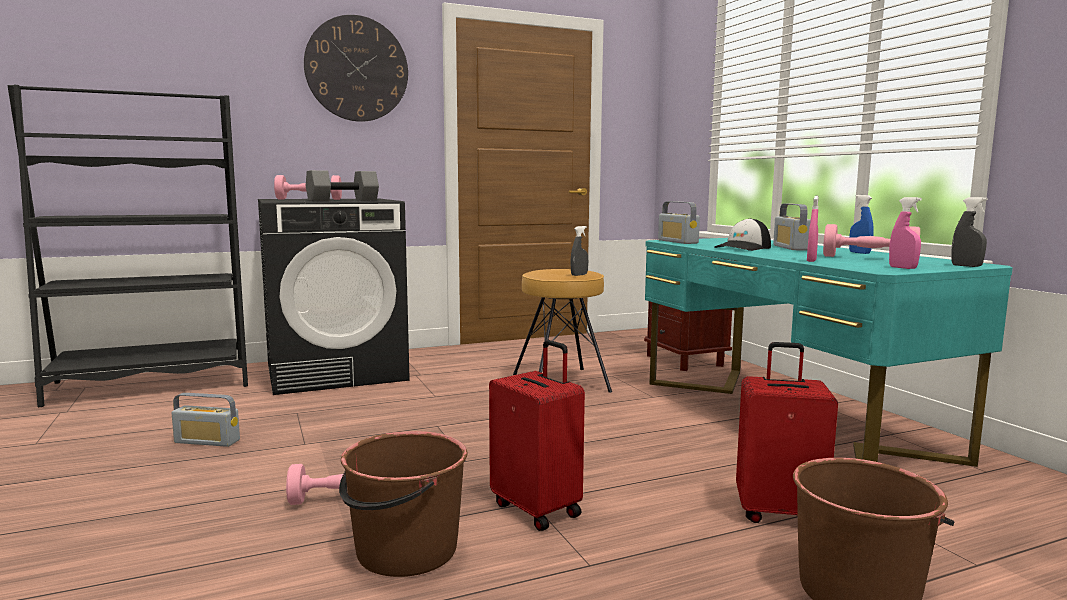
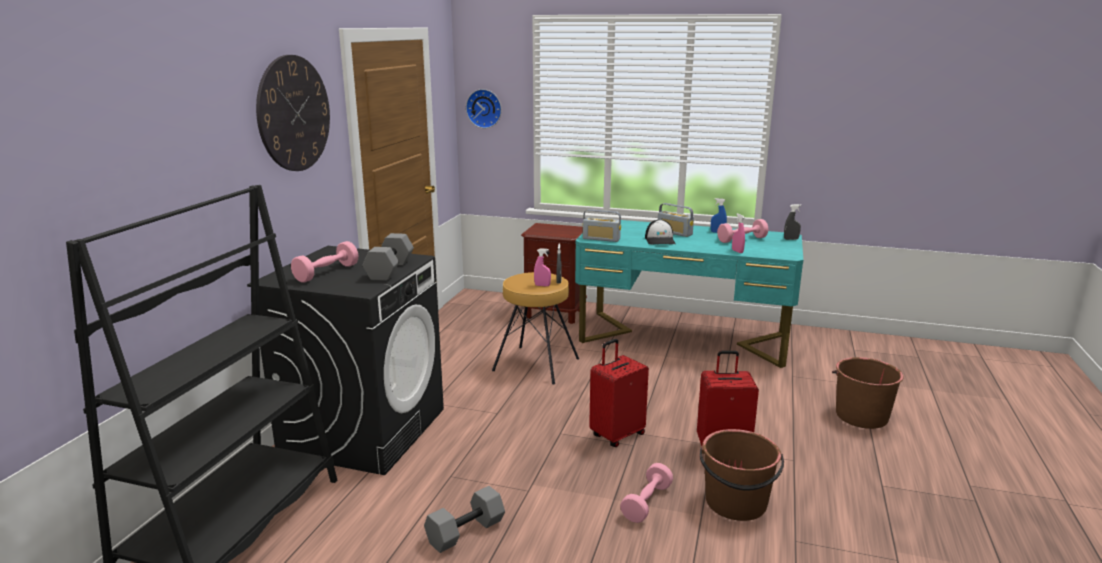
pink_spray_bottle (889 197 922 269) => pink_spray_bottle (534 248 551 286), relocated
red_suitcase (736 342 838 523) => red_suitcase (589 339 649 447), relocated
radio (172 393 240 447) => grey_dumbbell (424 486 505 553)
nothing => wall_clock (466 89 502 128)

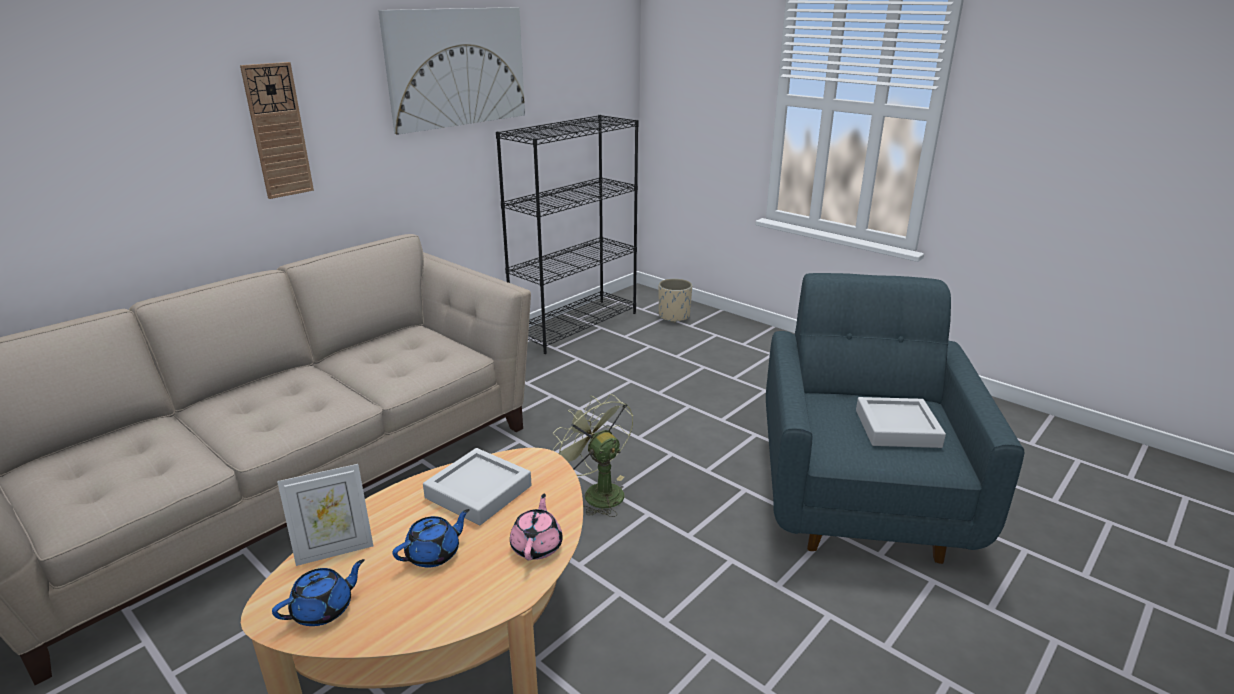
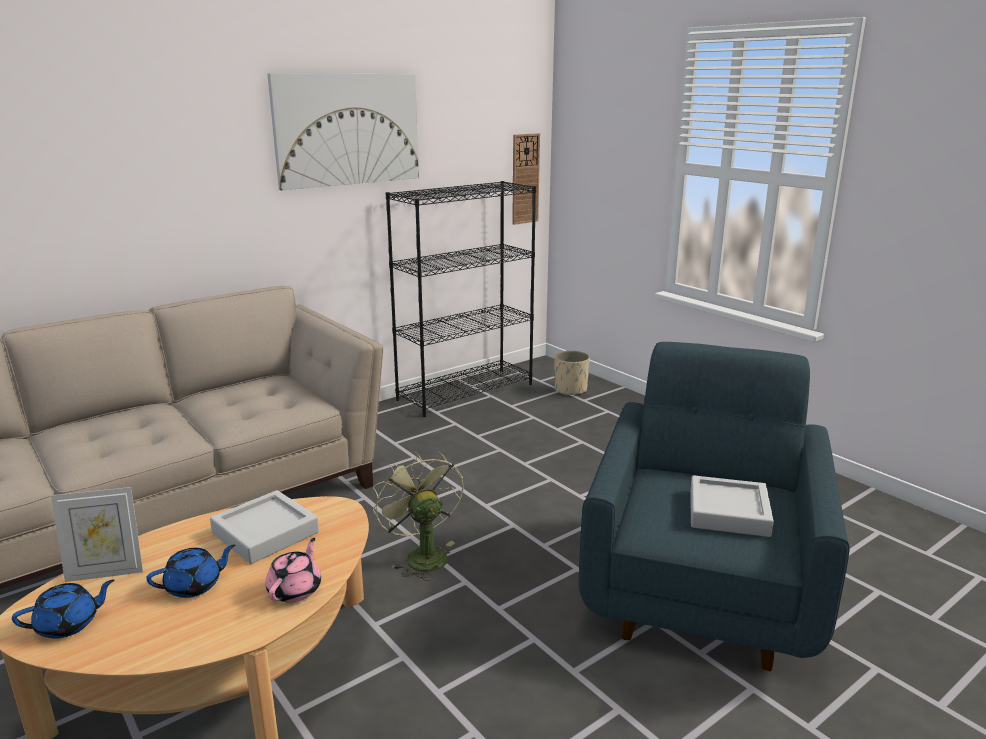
wall_clock (240 62 314 199) => wall_clock (512 133 540 225), relocated

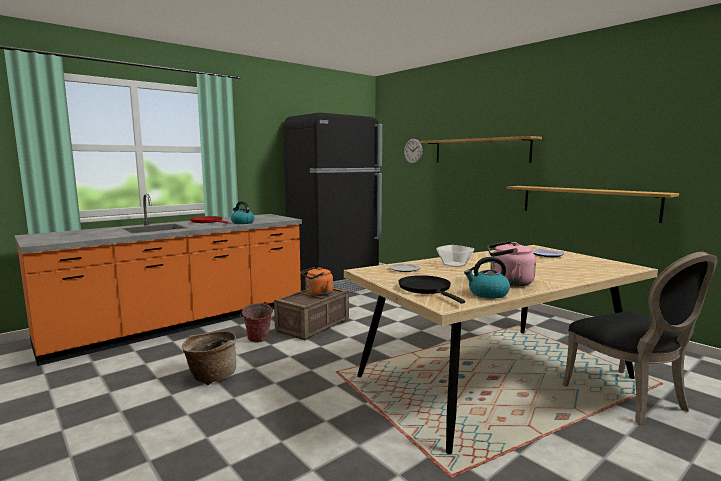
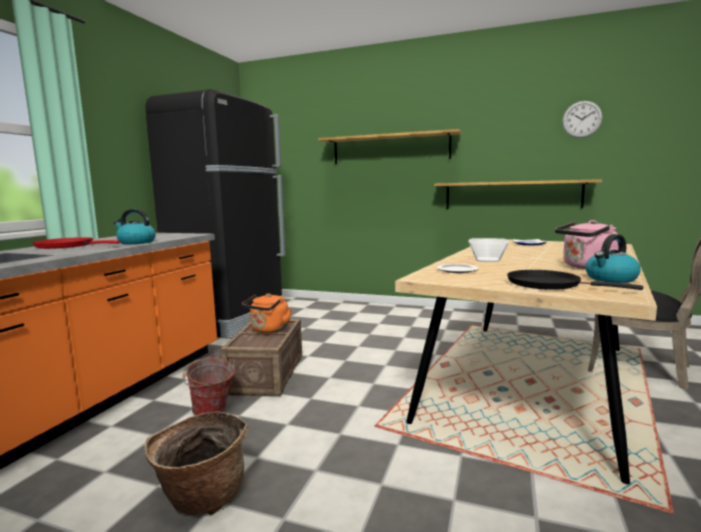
wall_clock (404 139 423 164) => wall_clock (562 101 602 138), relocated

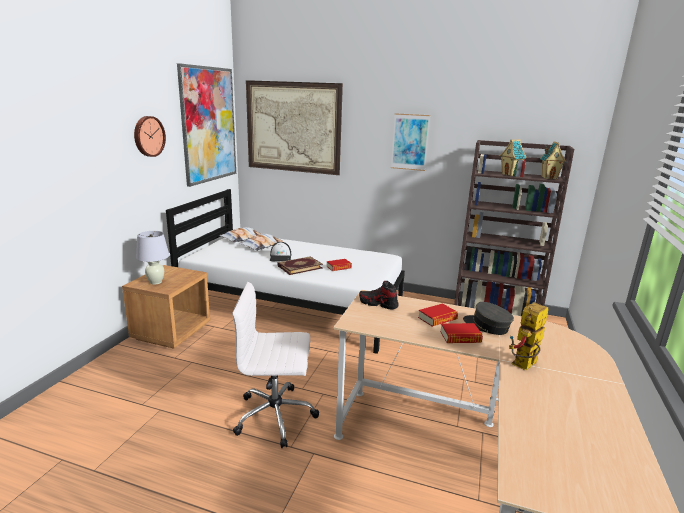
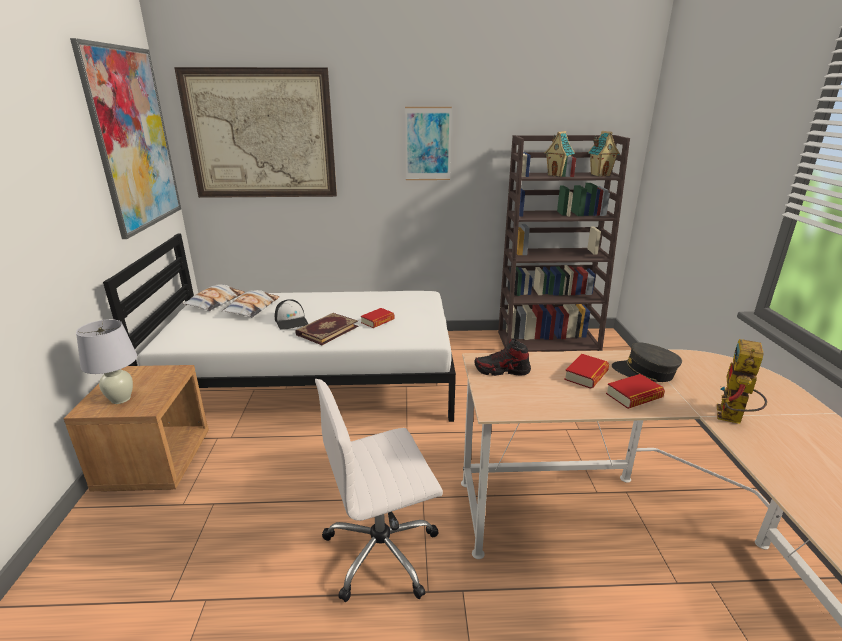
wall_clock (134 116 166 157) => nothing

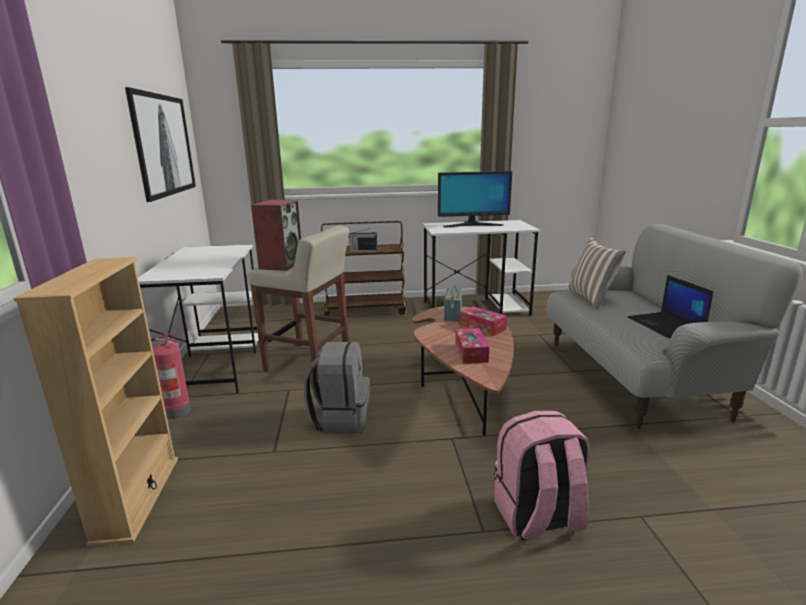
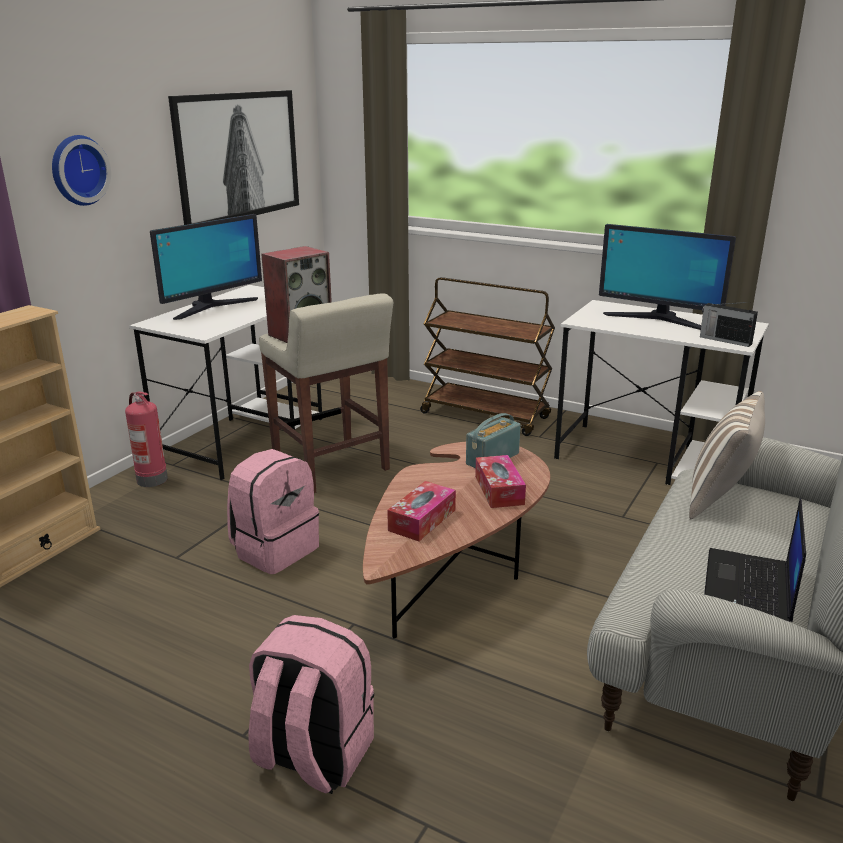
radio (348 228 377 252) => radio (700 302 758 347), relocated
grey_backpack (304 342 370 434) => pink_backpack (227 449 319 574)
nothing => wall_clock (52 135 111 206)
nothing => monitor (150 214 262 320)

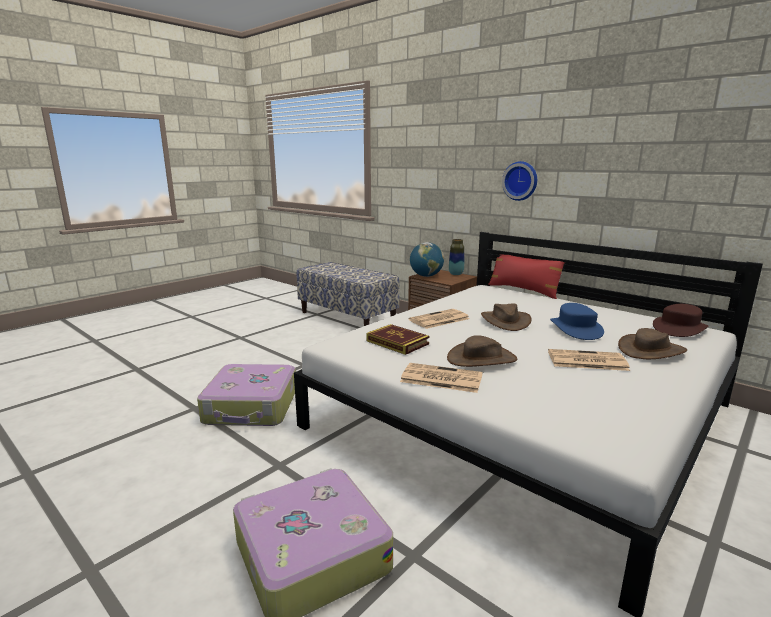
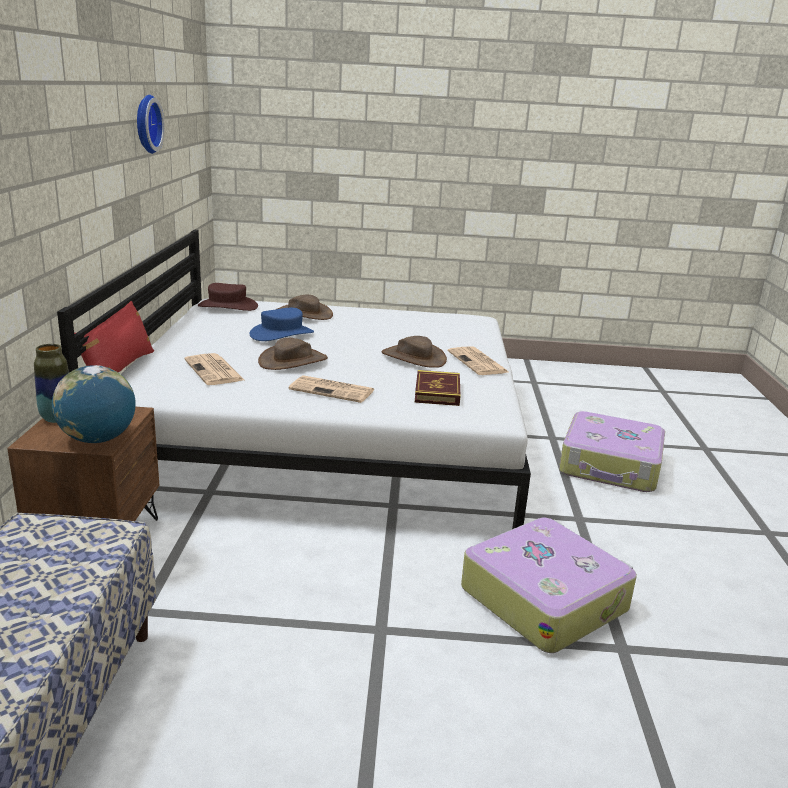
wall_clock (502 161 537 201) => wall_clock (137 95 165 154), relocated
newspaper (548 349 630 371) => newspaper (184 353 244 385), relocated

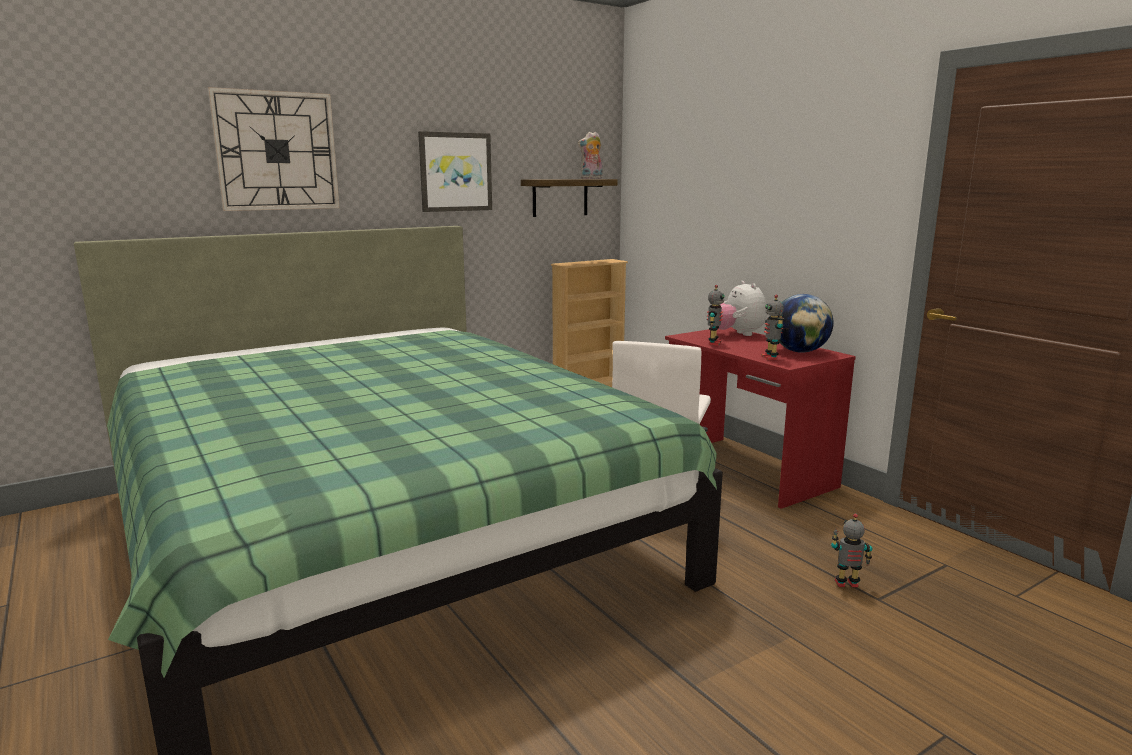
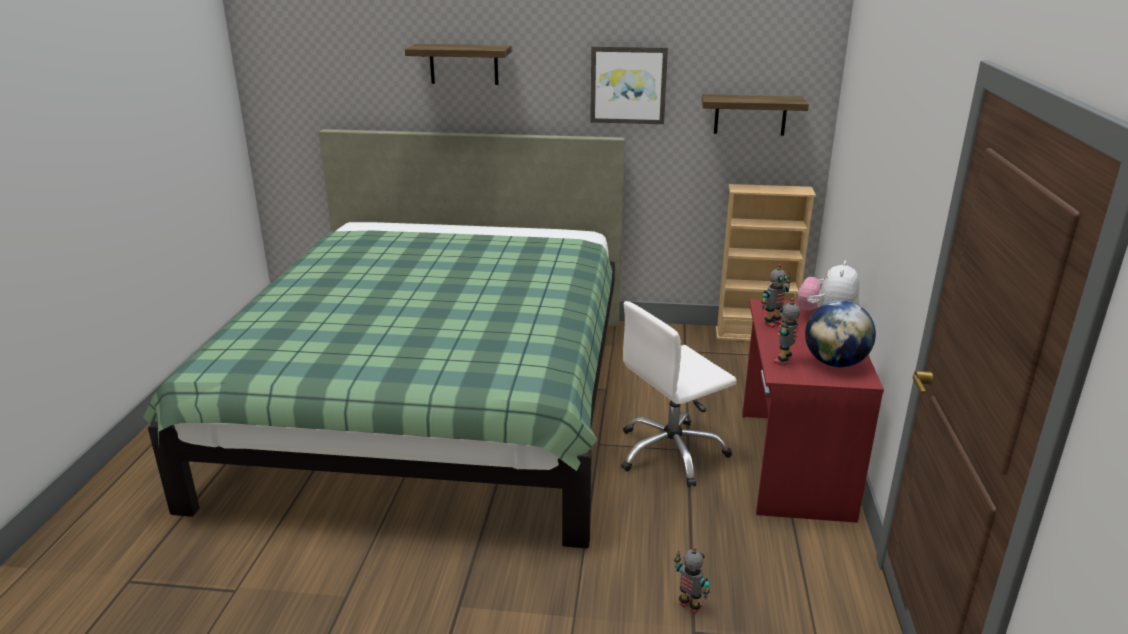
wall_clock (208 87 339 211) => shelf (405 44 512 85)
plush_toy (578 132 603 179) => nothing

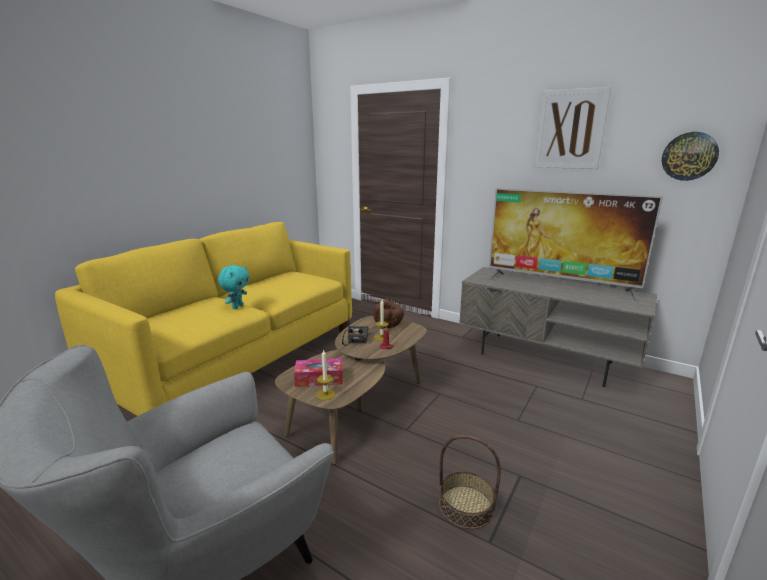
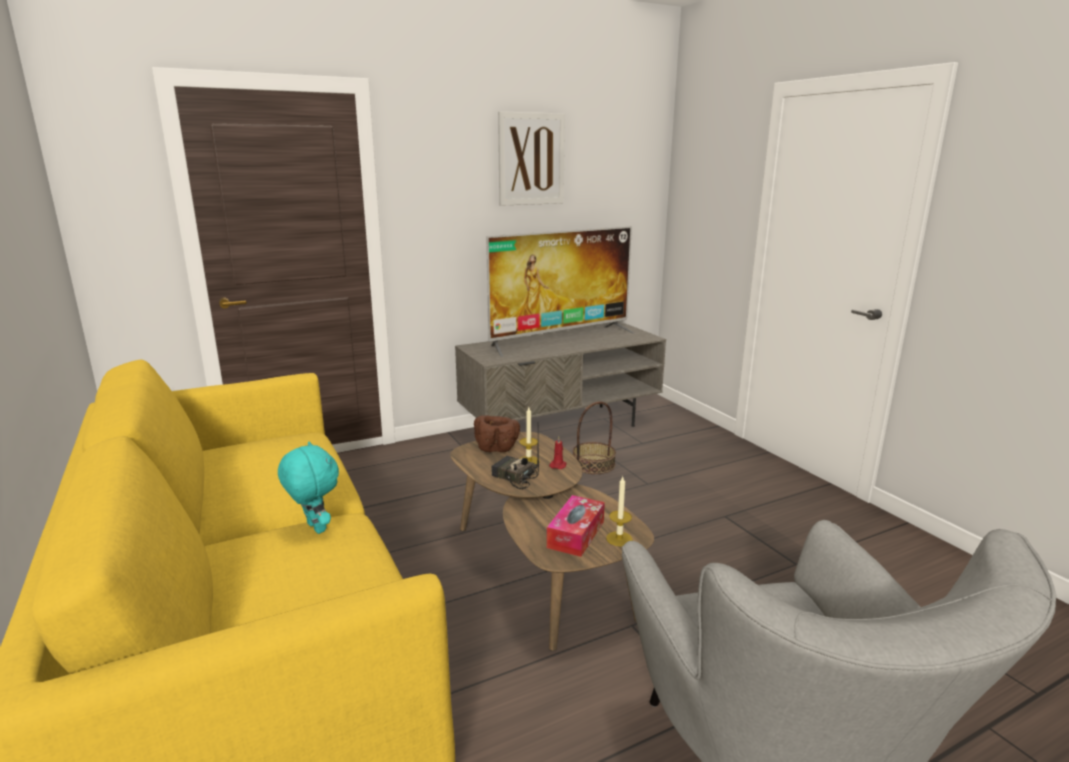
wall_clock (662 132 719 181) => nothing
basket (439 435 501 529) => basket (573 401 616 474), relocated

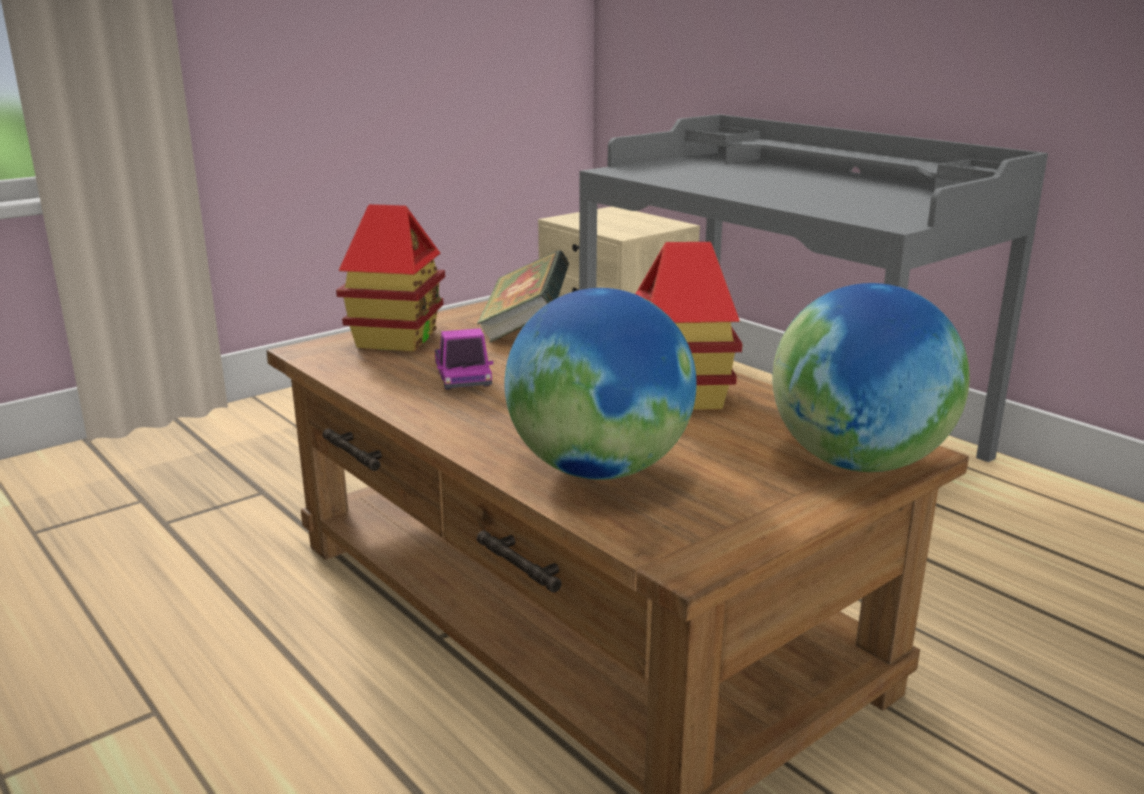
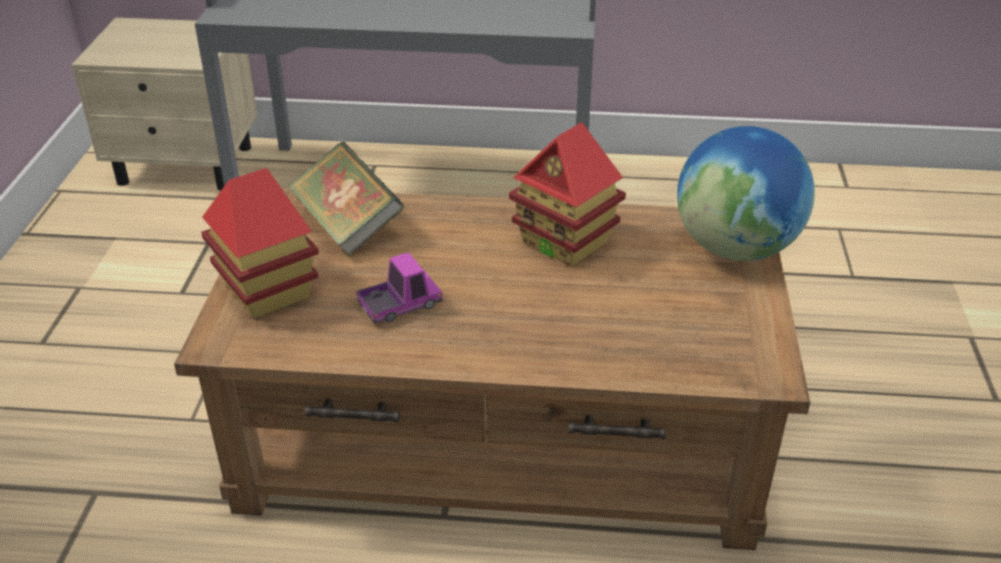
globe (505 288 697 480) => nothing
toy_truck (435 328 493 390) => toy_truck (356 252 442 324), 60 degrees counterclockwise

